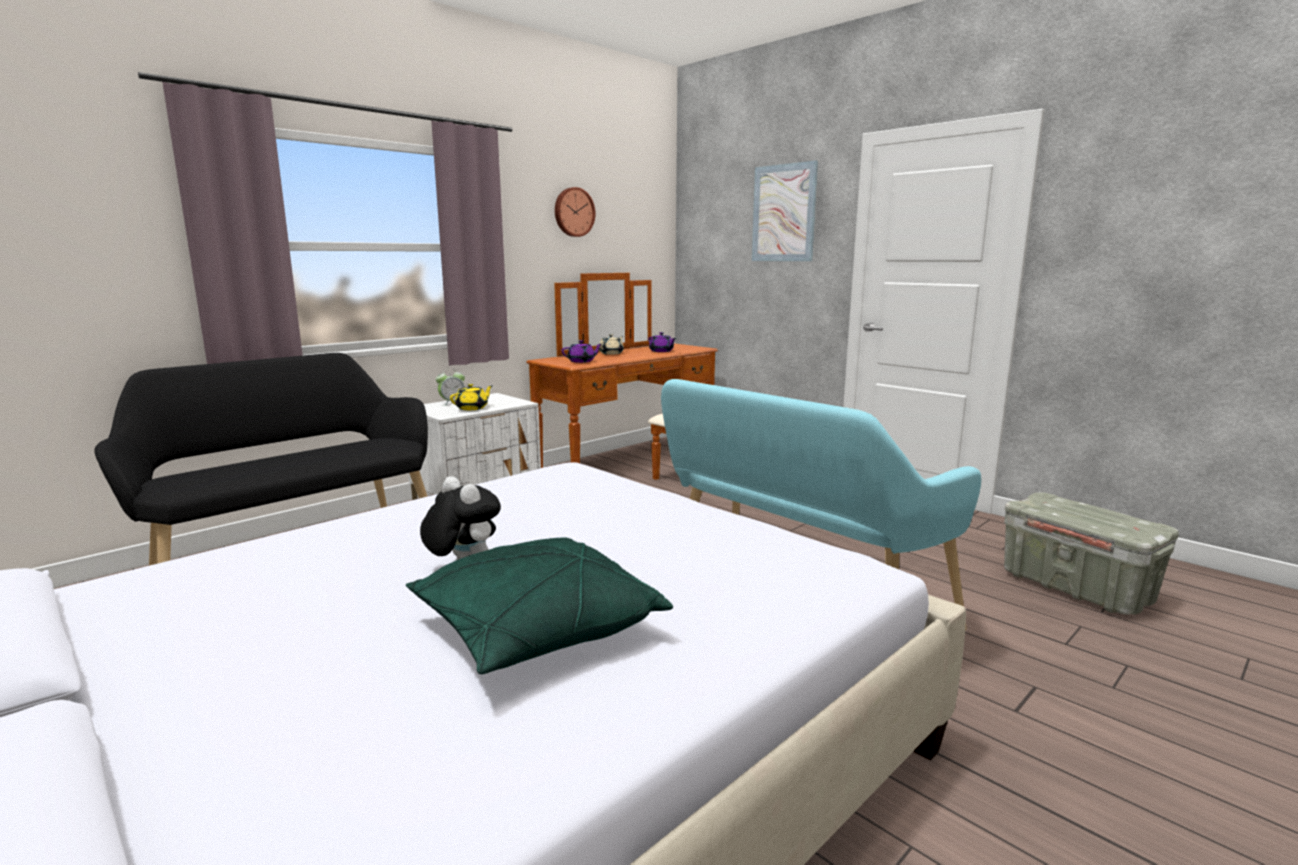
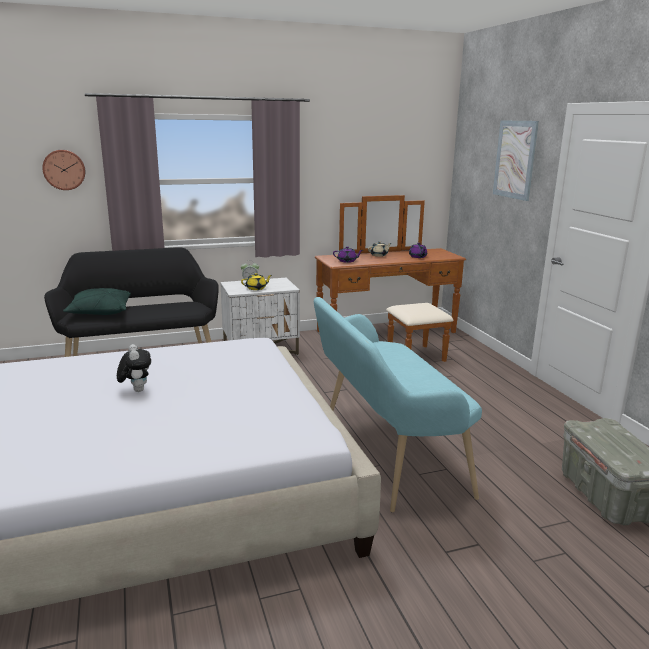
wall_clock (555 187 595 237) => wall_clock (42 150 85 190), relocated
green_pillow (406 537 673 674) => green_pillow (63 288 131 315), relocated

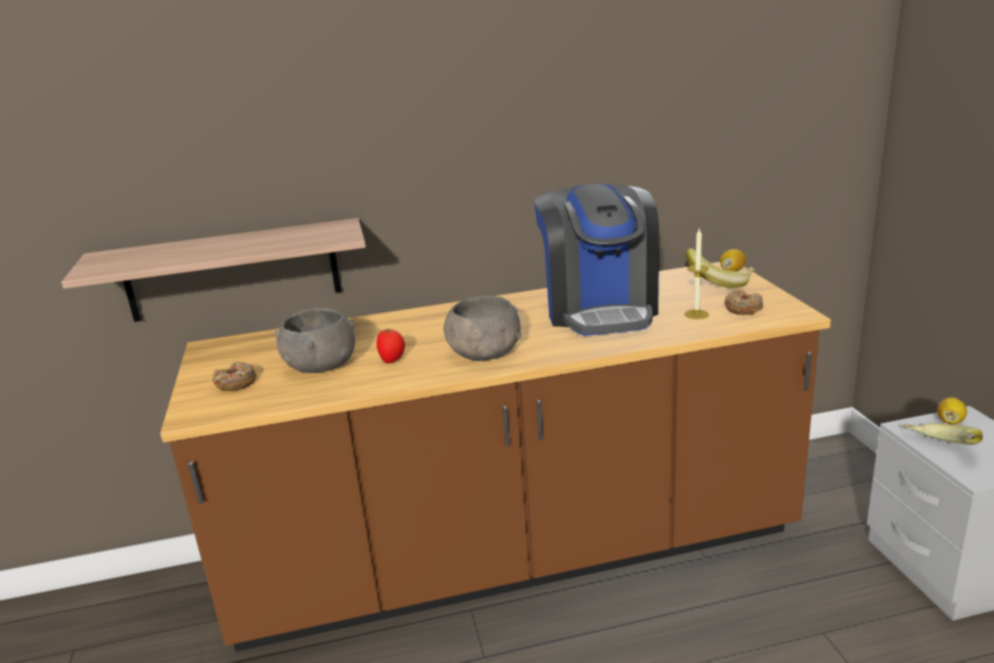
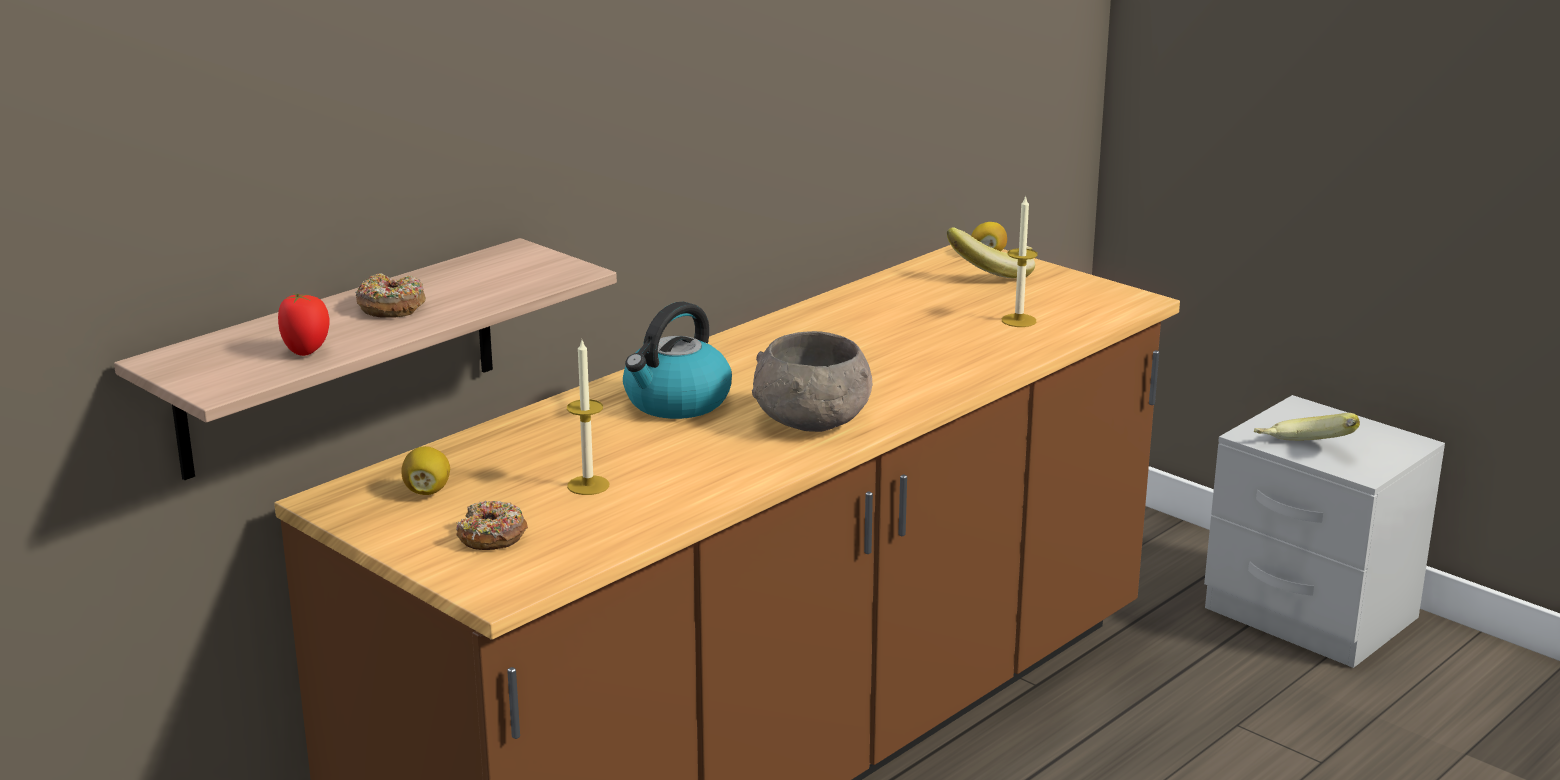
coffee_machine (534 184 659 336) => nothing
donut (724 290 763 315) => donut (355 273 426 318), relocated
grey_bowl (275 308 355 373) => candle (567 340 609 495)
tomato (377 329 405 363) => tomato (278 293 330 356), relocated
lemon (937 397 967 425) => lemon (401 446 450 495), relocated
nothing => kettle (623 302 732 419)

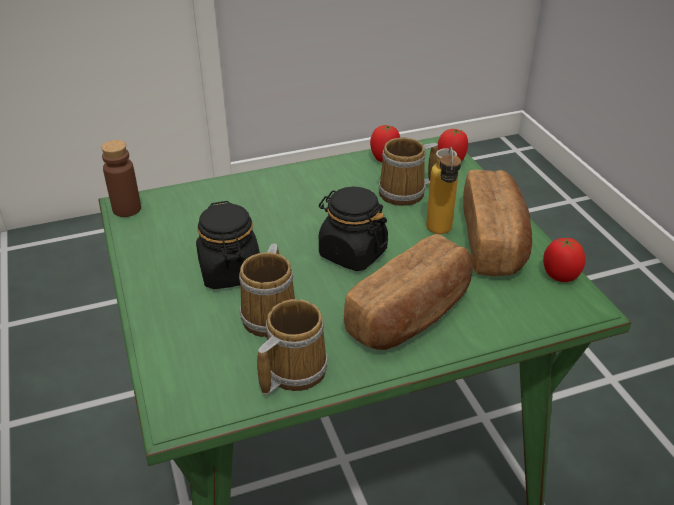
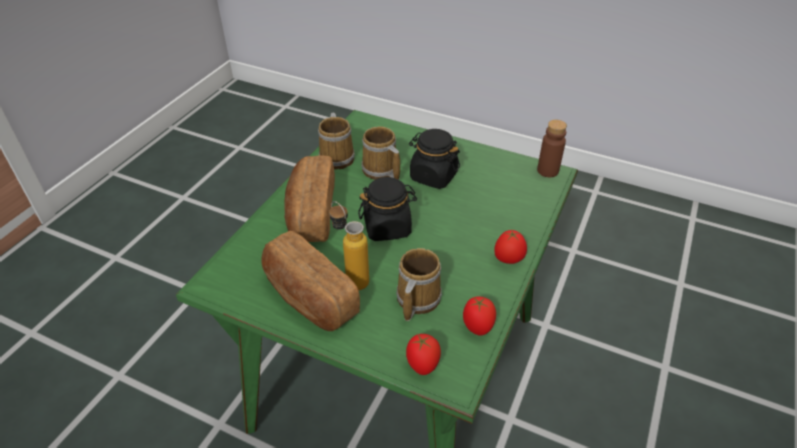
tomato (543 237 585 282) => tomato (494 230 527 264), relocated

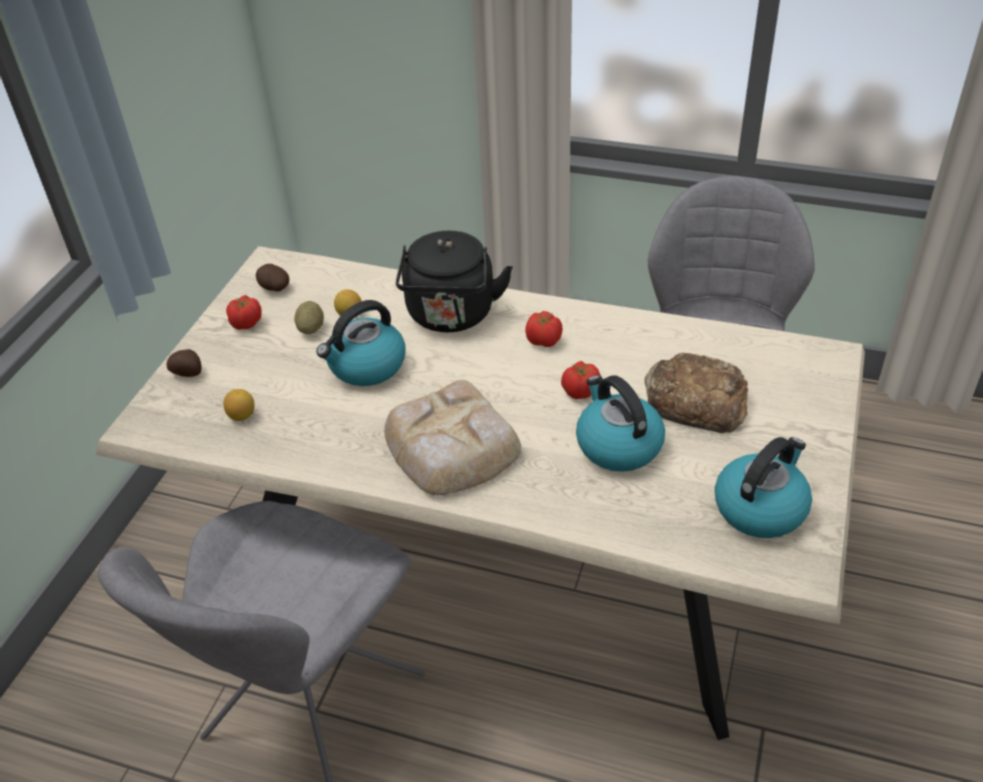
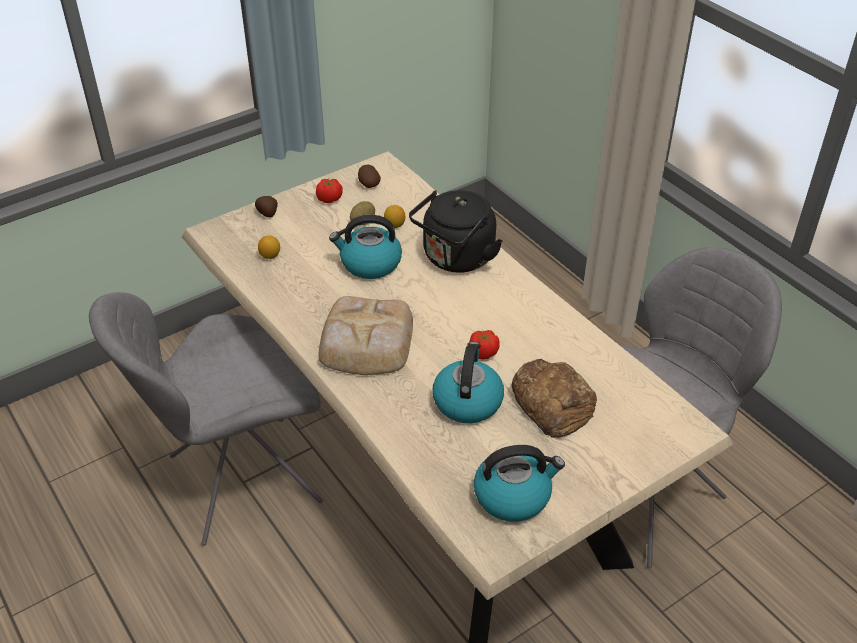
tomato (525 311 563 347) => nothing

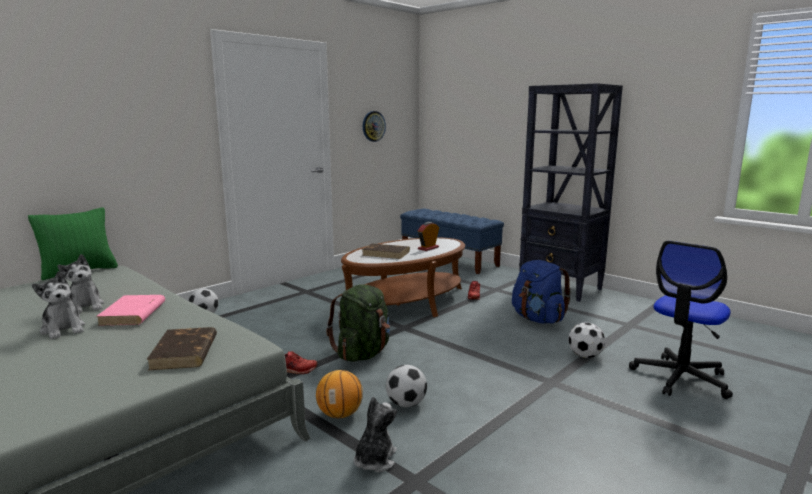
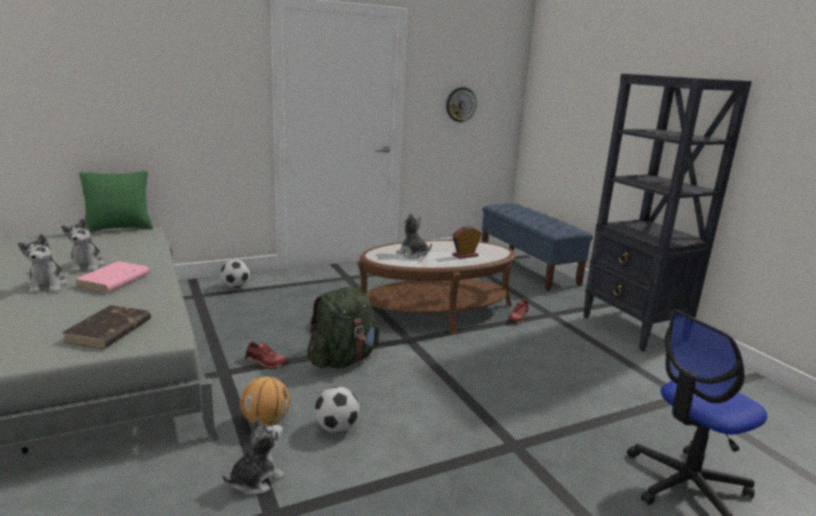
brown_book (362 243 410 259) => plush_toy (396 213 432 259)
blue_backpack (512 260 571 324) => nothing
football (568 323 605 358) => nothing

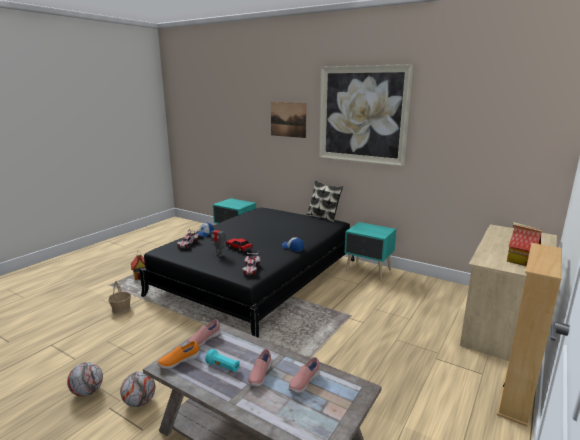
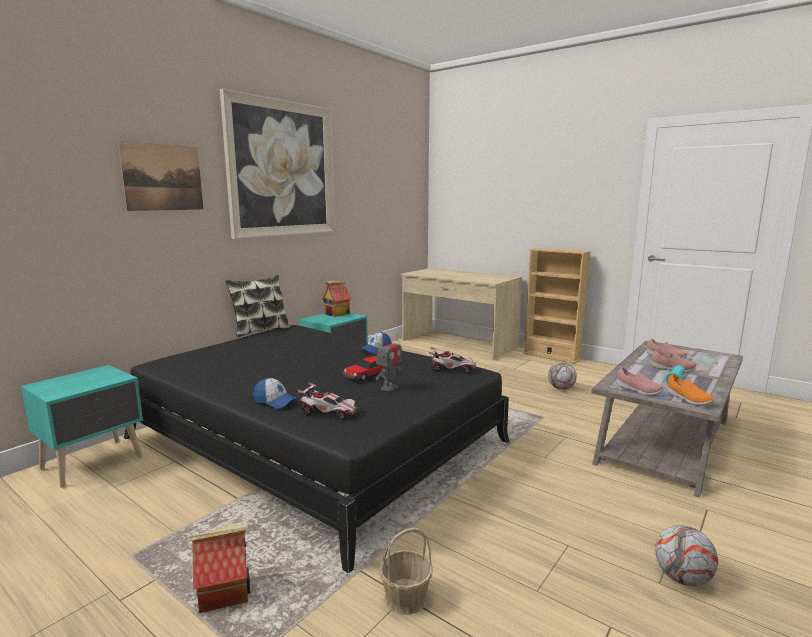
toy_house (507 222 543 266) => toy_house (322 281 352 317), relocated
football (120 371 155 407) => football (548 362 577 390), relocated

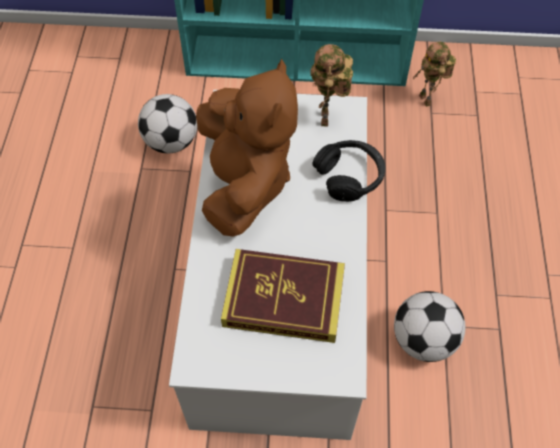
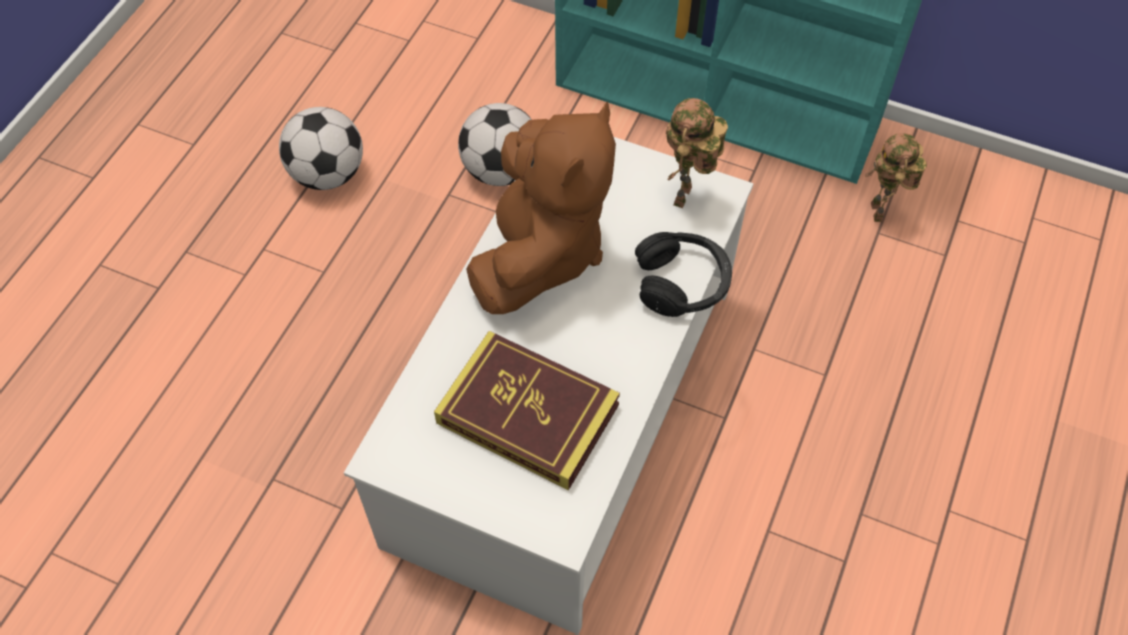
football (394 291 465 362) => football (279 107 363 190), relocated

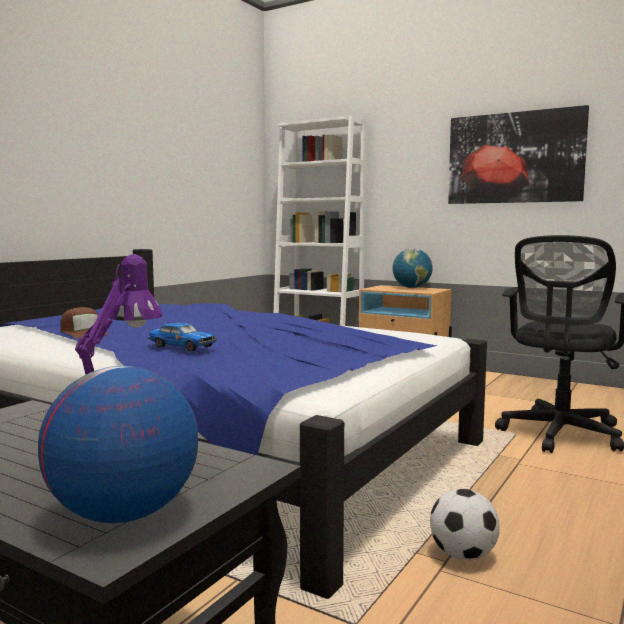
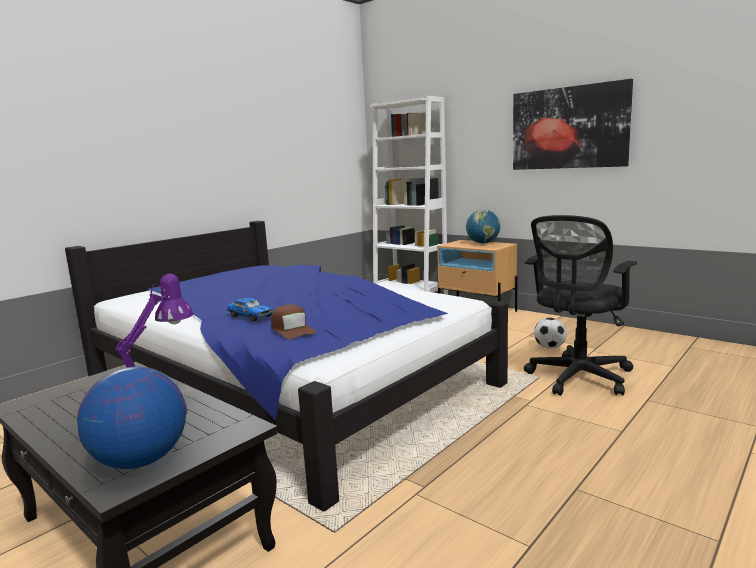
brown_cap (60 307 108 339) => brown_cap (271 304 316 339), relocated
football (430 489 500 560) => football (534 318 566 349), relocated

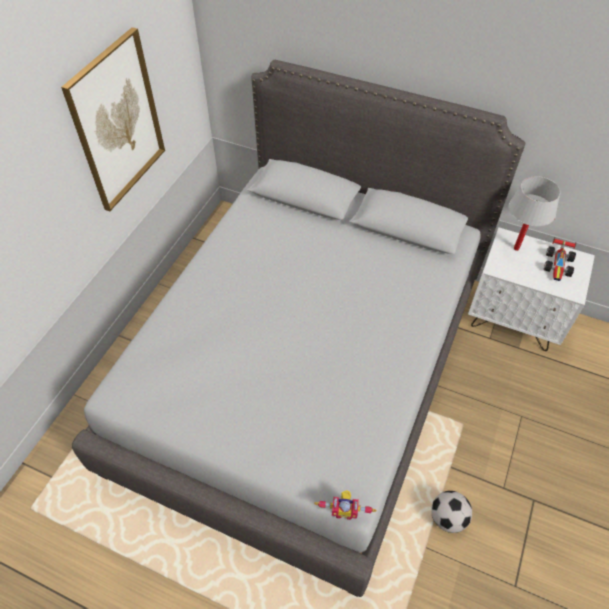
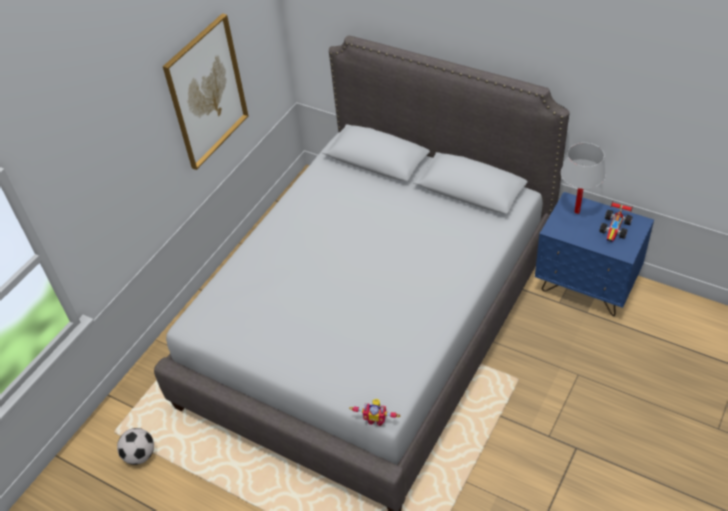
white_nightstand (468 227 595 351) => blue_nightstand (535 192 654 316)
football (431 491 472 533) => football (117 428 154 465), relocated

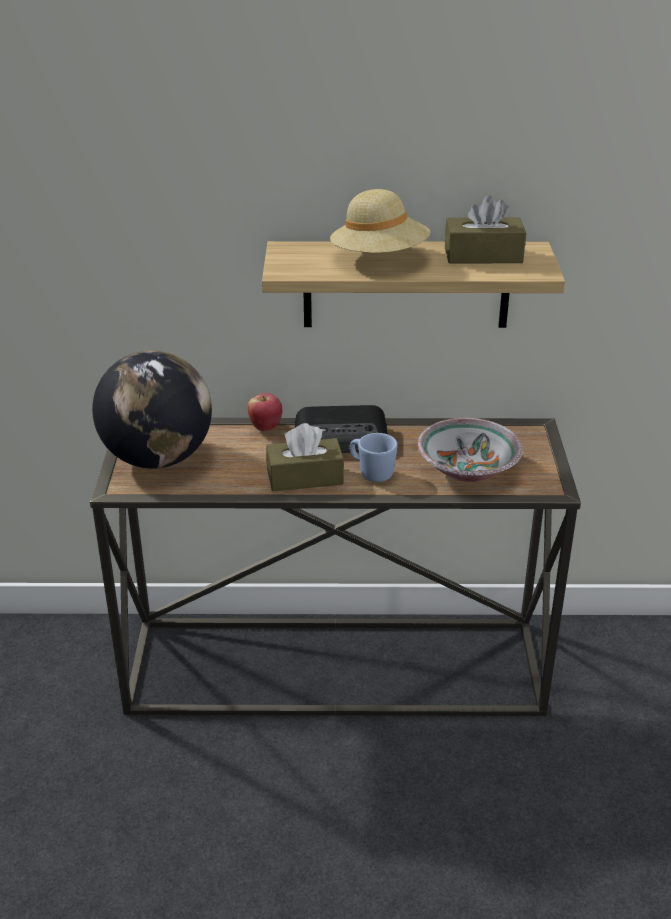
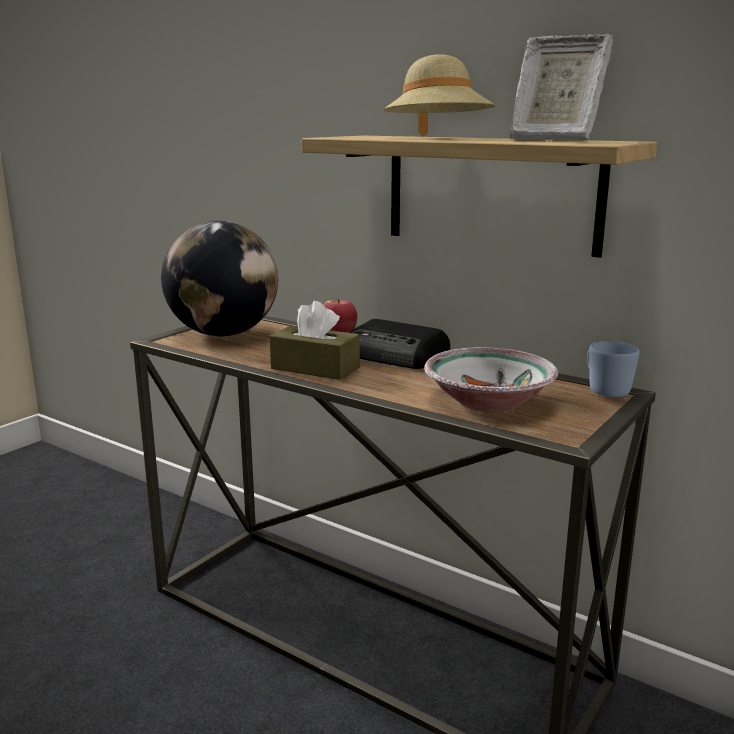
brown_tissue_box (445 195 526 264) => picture_frame (510 34 613 140)
blue_mug (350 433 398 482) => blue_mug (587 341 640 397), relocated

